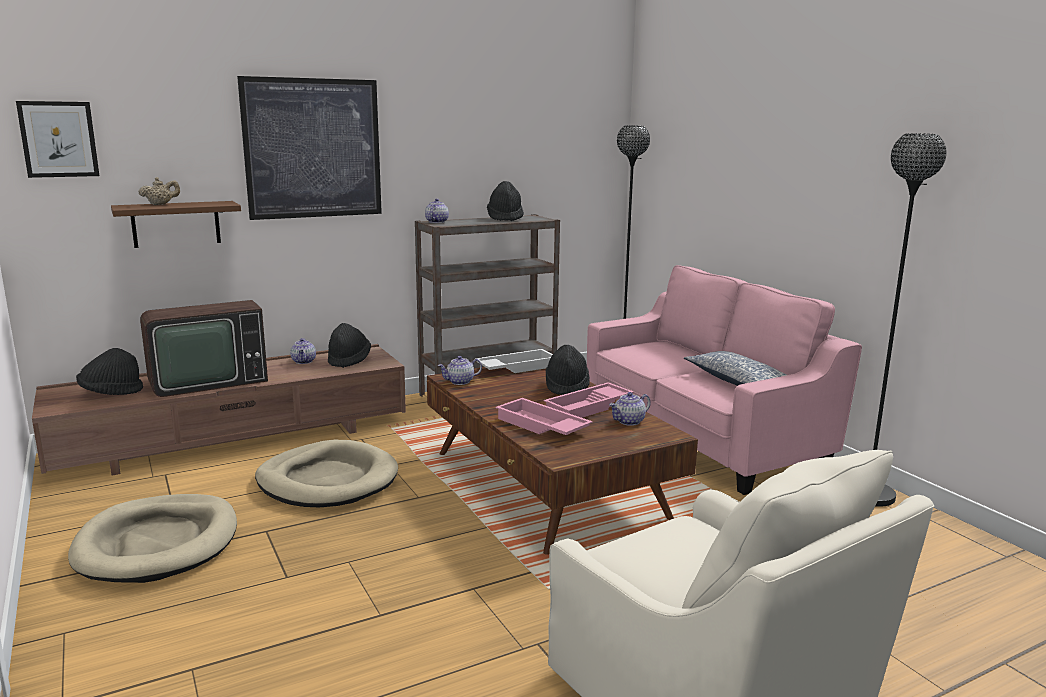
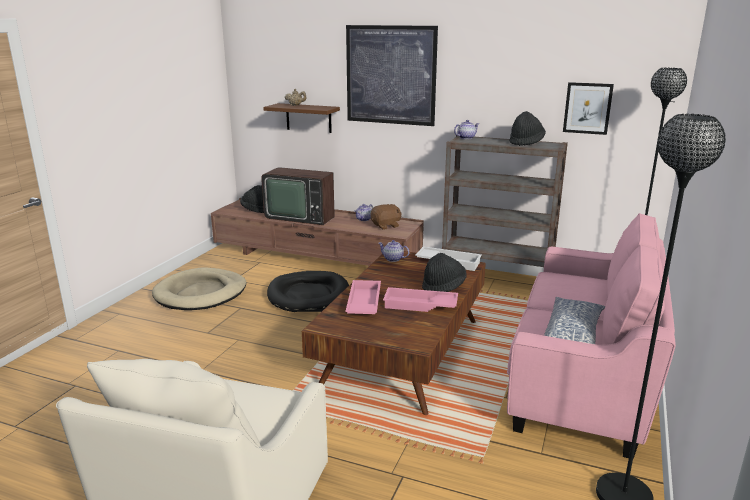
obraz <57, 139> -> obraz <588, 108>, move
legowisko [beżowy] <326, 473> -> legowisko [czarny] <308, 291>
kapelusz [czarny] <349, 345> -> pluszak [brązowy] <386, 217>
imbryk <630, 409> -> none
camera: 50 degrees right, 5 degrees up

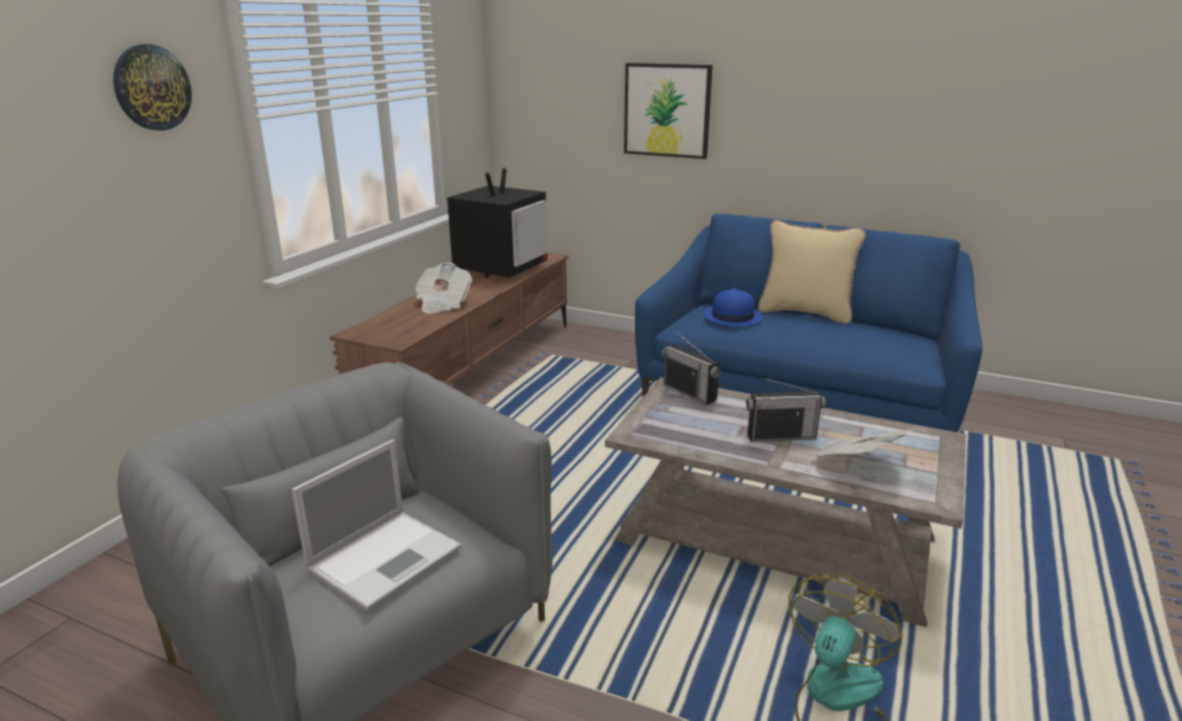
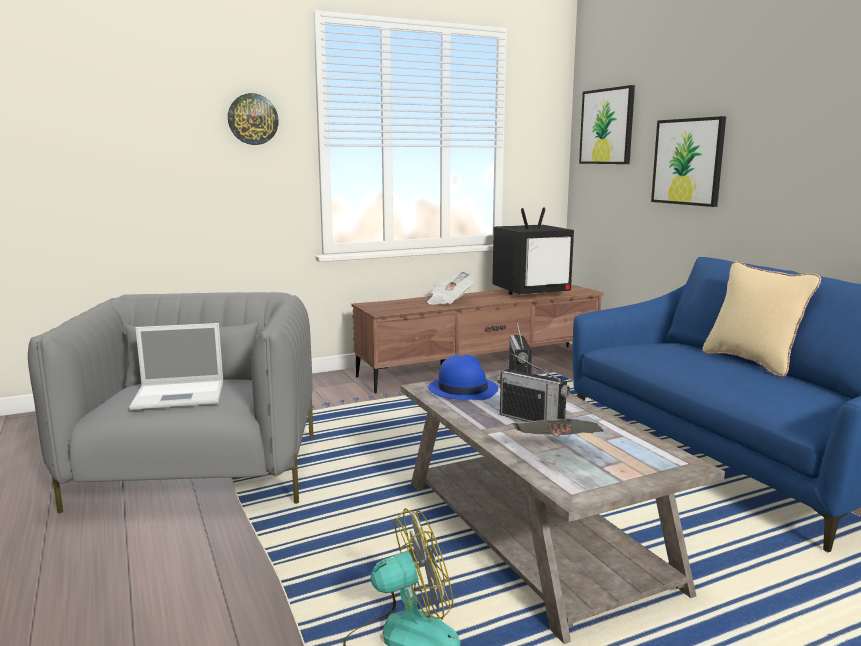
kapelusz [niebieski] <733, 307> -> kapelusz [niebieski] <463, 377>, move
none -> obraz <607, 124>
camera: 40 degrees right, 10 degrees down

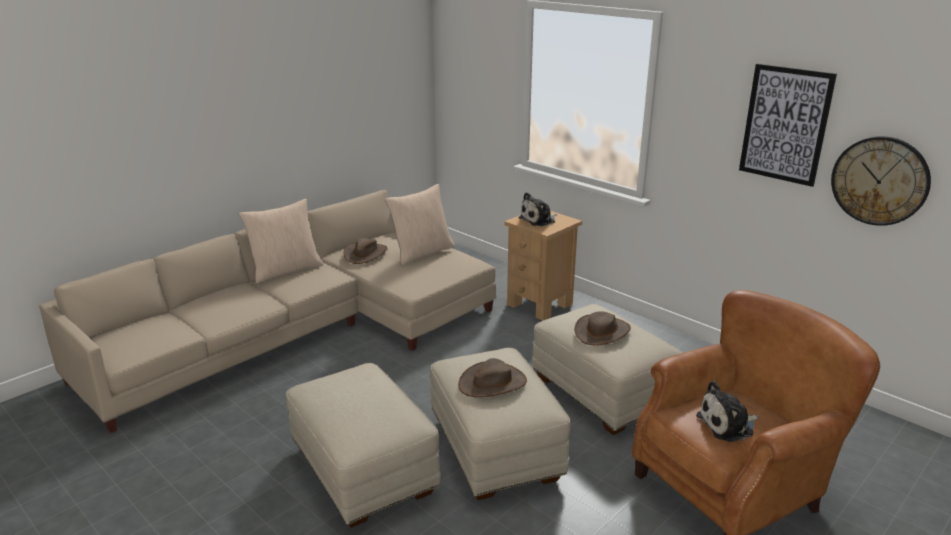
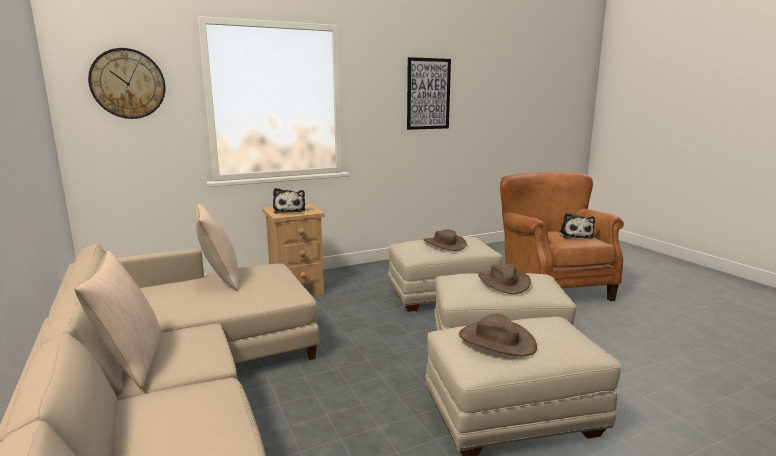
kapelusz [brązowy] <366, 251> -> kapelusz [brązowy] <498, 335>, move
zegar ścienny <881, 181> -> zegar ścienny <127, 83>, move
camera: 70 degrees left, 10 degrees down

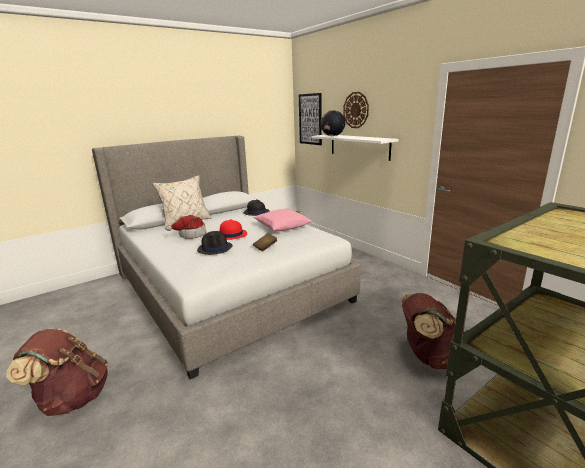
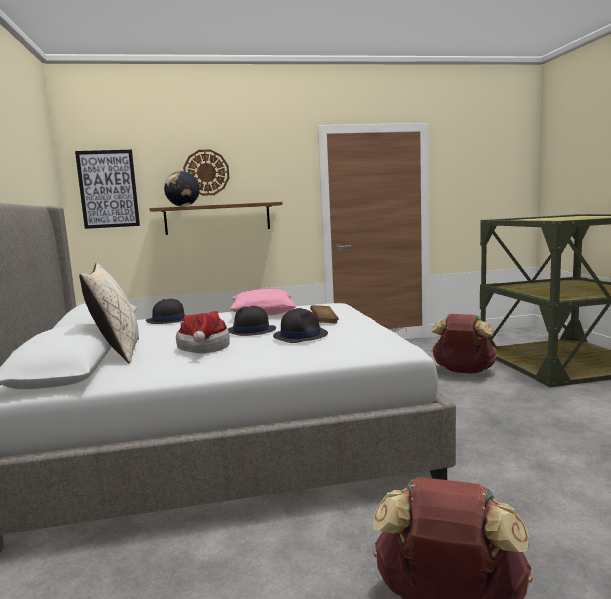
kapelusz [czerwony] <233, 229> -> kapelusz [czarny] <252, 321>
półka [biały] <354, 148> -> półka [brązowy] <215, 218>
camera: 65 degrees left, 10 degrees down

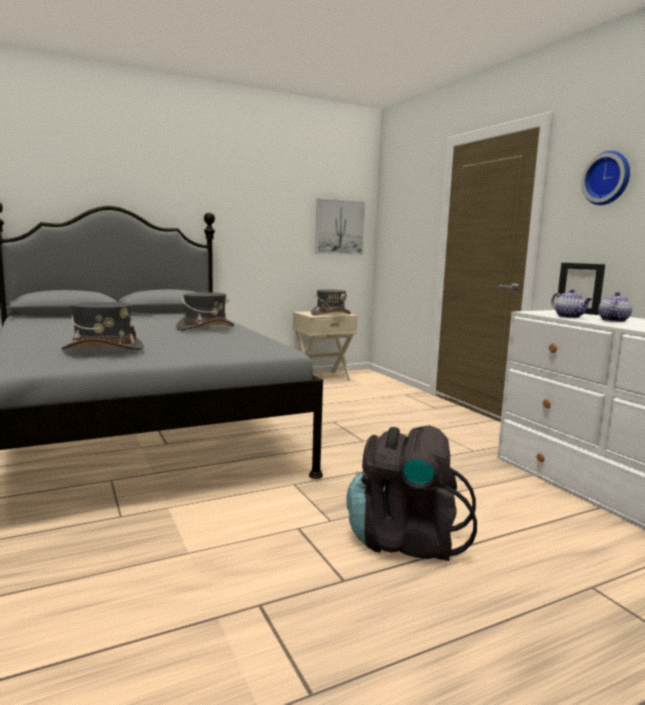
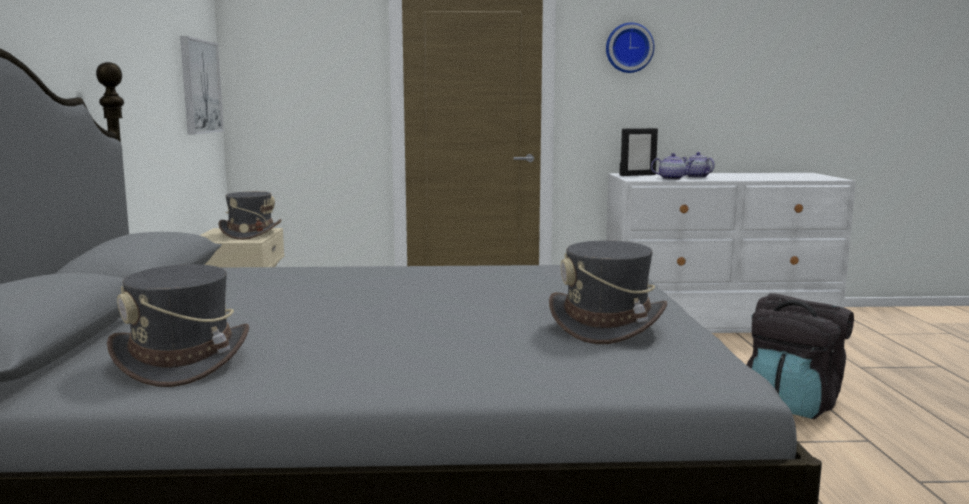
kapelusz [szary] <205, 311> -> kapelusz [szary] <178, 325>, move
camera: 65 degrees left, 0 degrees up

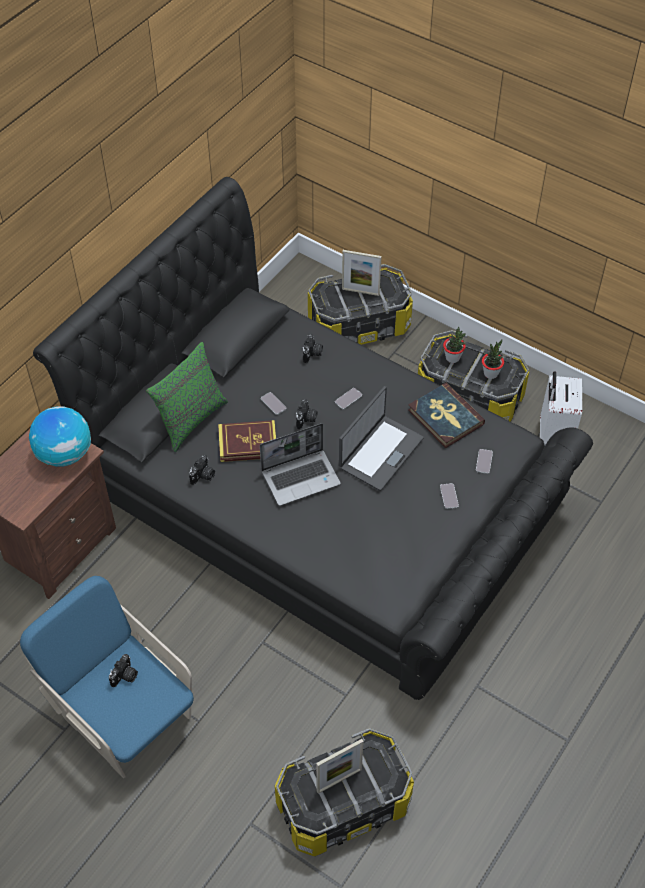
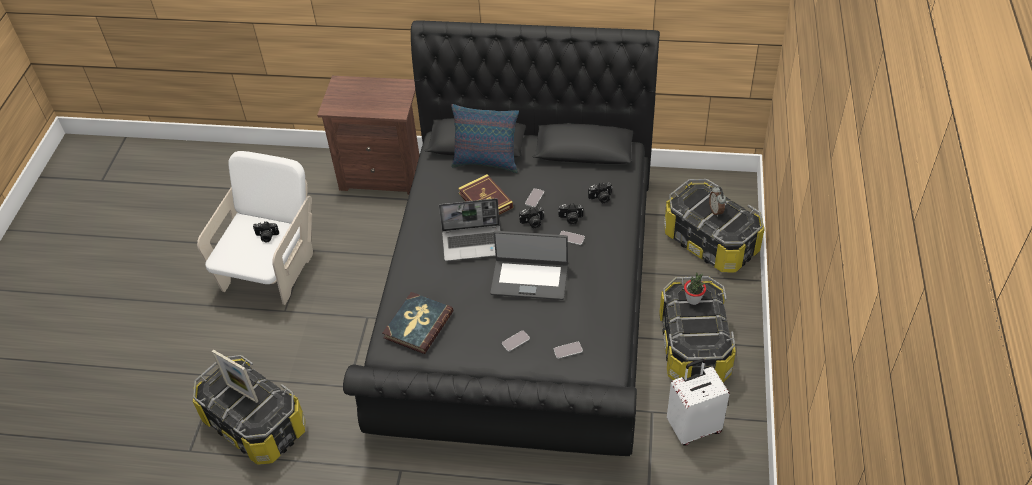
fotel [niebieski] <107, 677> -> fotel [biały] <255, 228>
globus <60, 436> -> none
poduszka [zielony] <187, 397> -> poduszka [niebieski] <485, 138>
aparat fotograficzny <202, 470> -> aparat fotograficzny <571, 214>, move
laptop <300, 464> -> laptop <470, 229>, 45 degrees counterclockwise
ramka na zdjęcie <362, 273> -> budzik <717, 201>
książka <446, 415> -> książka <417, 323>, move
roślina doniczkowa <493, 359> -> none
camera: 65 degrees right, 5 degrees down

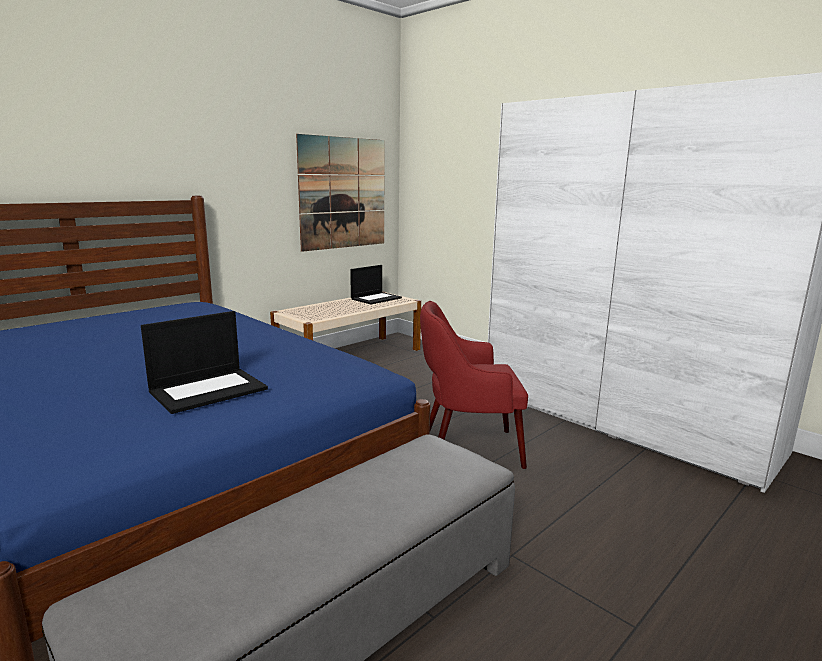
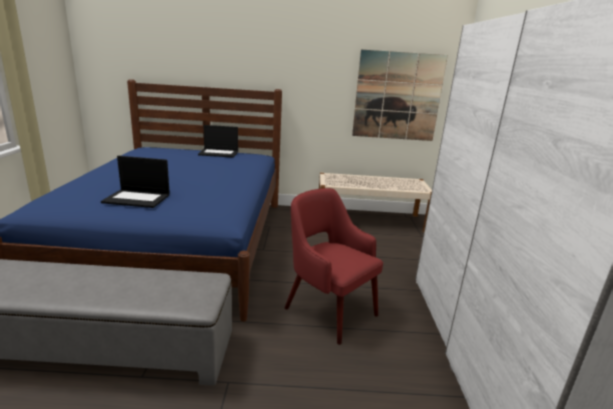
laptop <376, 284> -> laptop <218, 141>, move
camera: 45 degrees right, 5 degrees up

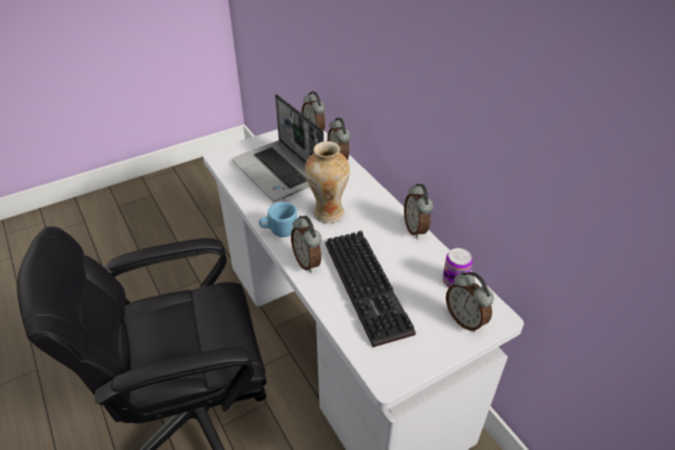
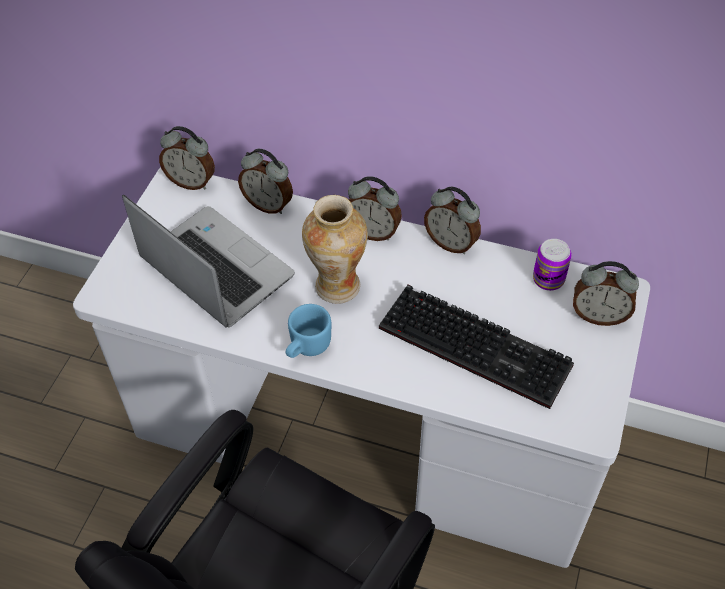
laptop <278, 148> -> laptop <208, 261>, 150 degrees counterclockwise
budzik <306, 244> -> budzik <375, 208>, move
camera: 40 degrees left, 10 degrees up

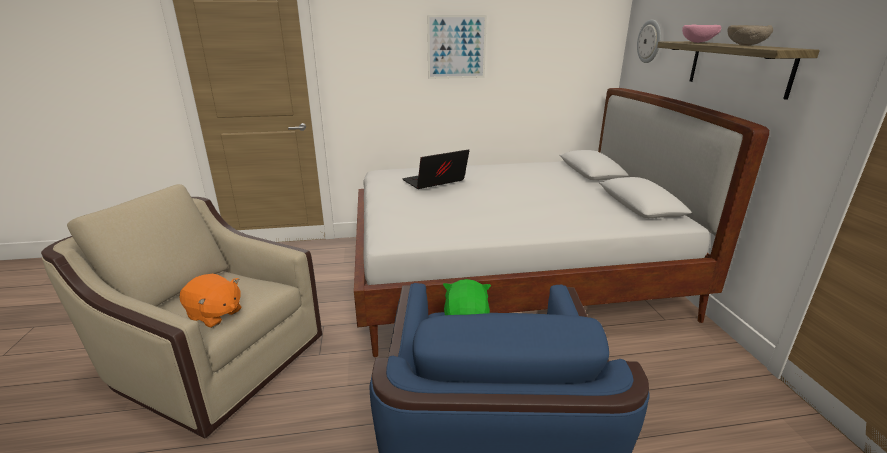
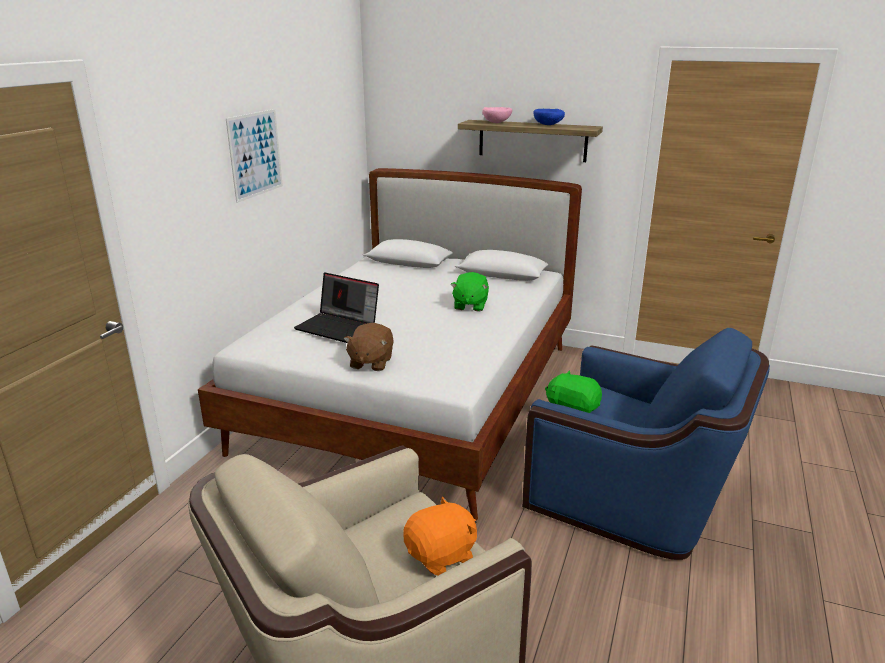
laptop <435, 169> -> laptop <336, 307>, 60 degrees counterclockwise
zegar ścienny <649, 41> -> none
miska [beżowy] <750, 35> -> miska [niebieski] <549, 117>
none -> pluszak [brązowy] <369, 347>
none -> pluszak [zielony] <469, 292>
camera: 60 degrees left, 0 degrees up

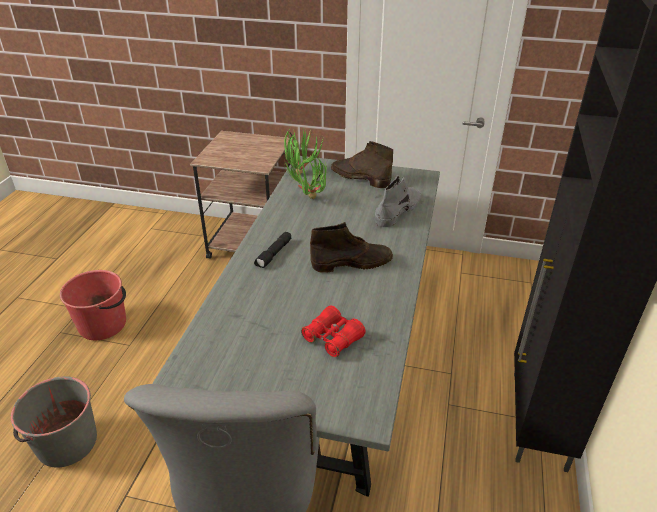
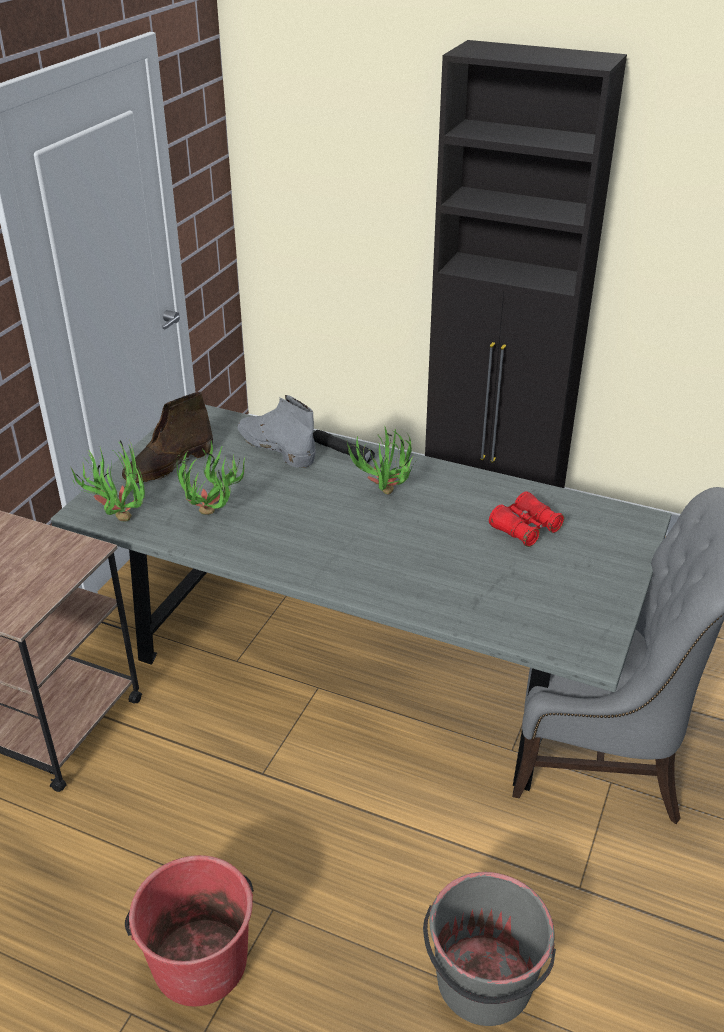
latarka [czarny] <272, 250> -> latarka [czarny] <344, 446>, move
but z cholewką [brązowy] <351, 247> -> roślina doniczkowa <380, 460>
camera: 80 degrees left, 0 degrees up

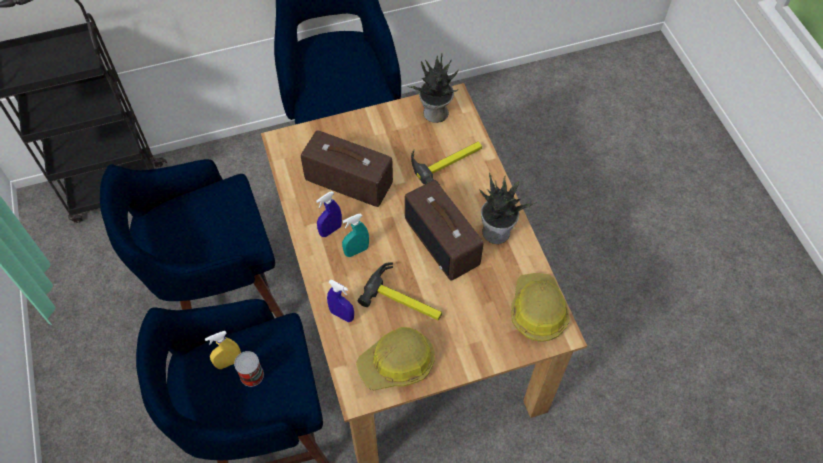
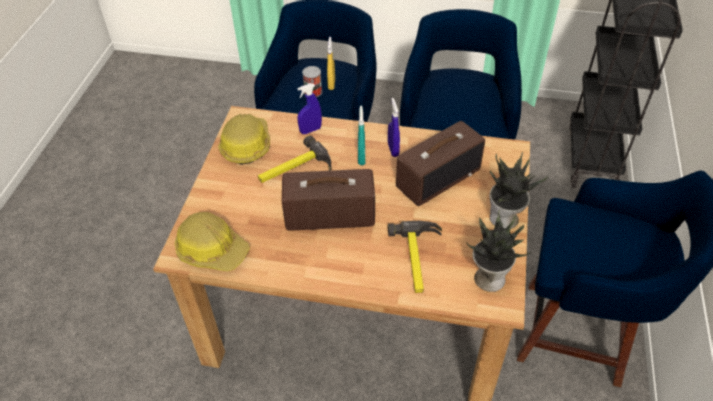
roślina doniczkowa <508, 208> -> roślina doniczkowa <518, 190>, move
camera: 120 degrees right, 10 degrees down

